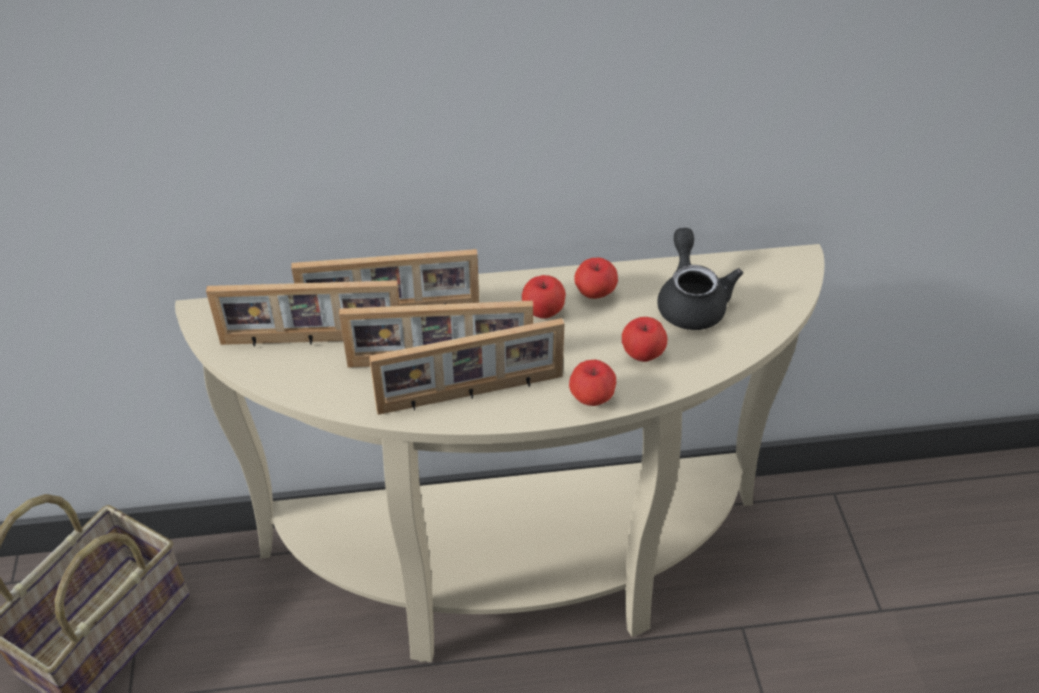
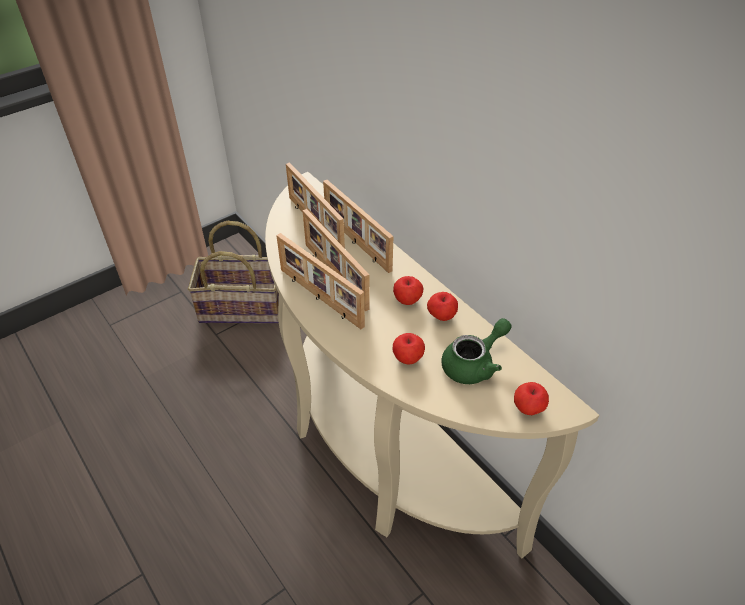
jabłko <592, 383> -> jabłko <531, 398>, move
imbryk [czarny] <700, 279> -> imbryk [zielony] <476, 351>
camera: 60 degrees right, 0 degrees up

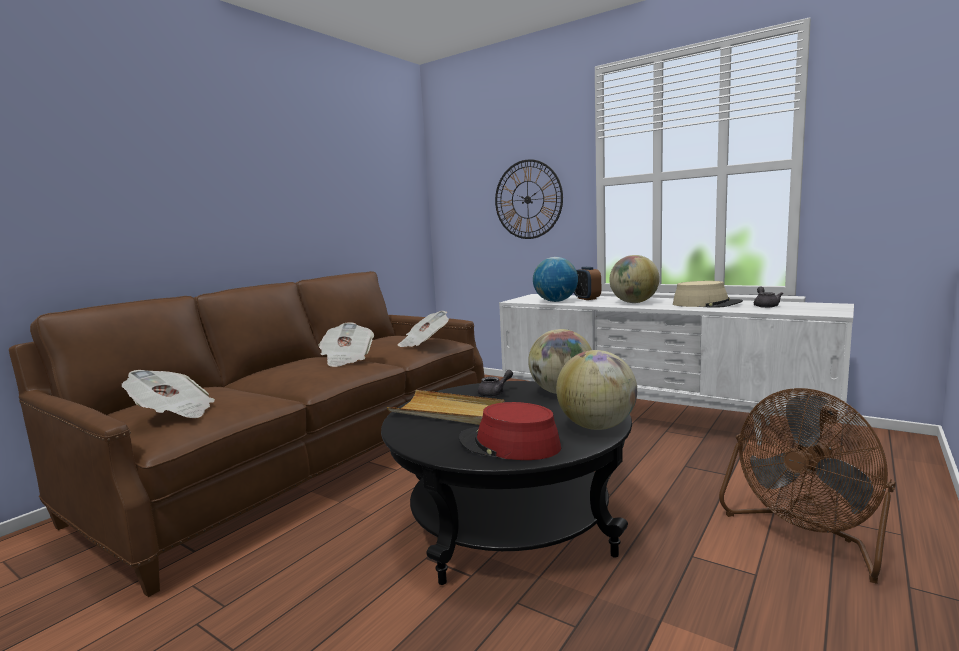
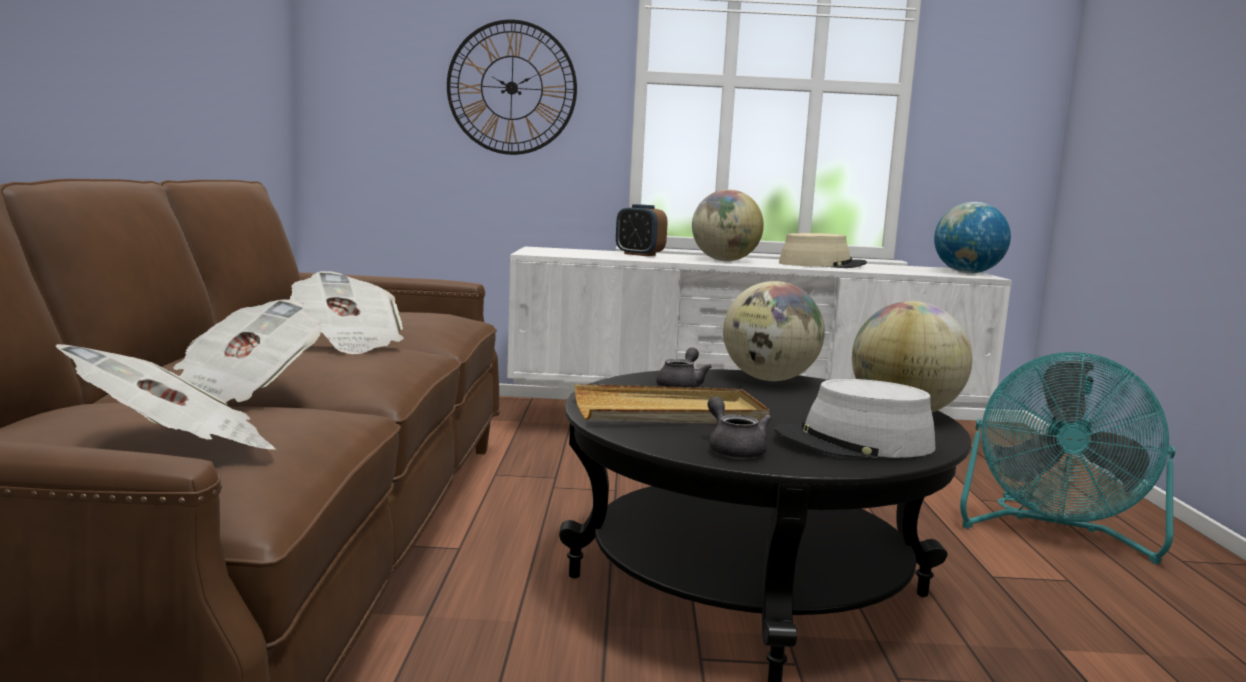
gazeta <423, 329> -> gazeta <247, 350>, move
kapelusz [czerwony] <510, 431> -> kapelusz [szary] <854, 419>
globus <555, 279> -> globus <972, 237>, move
wentylator [brązowy] <807, 486> -> wentylator [turkusowy] <1067, 458>
imbryk [szary] <768, 297> -> imbryk [szary] <740, 427>, move
camera: 35 degrees left, 0 degrees up

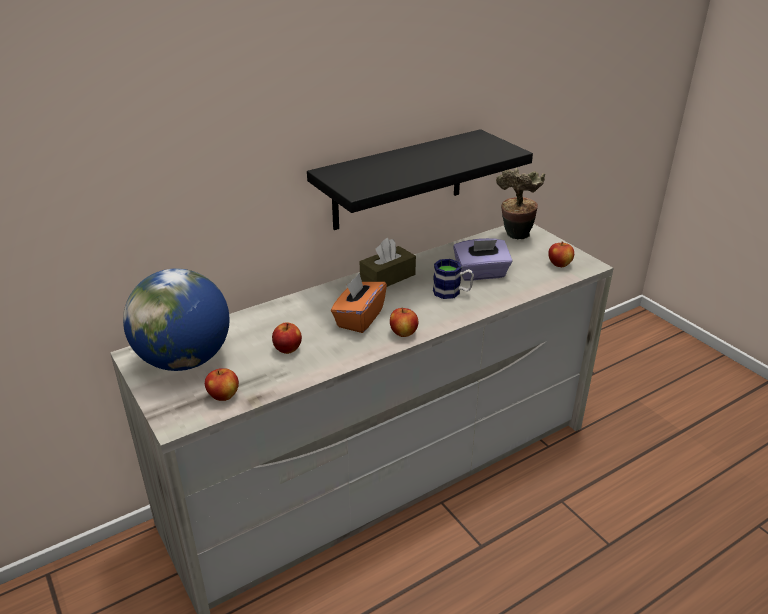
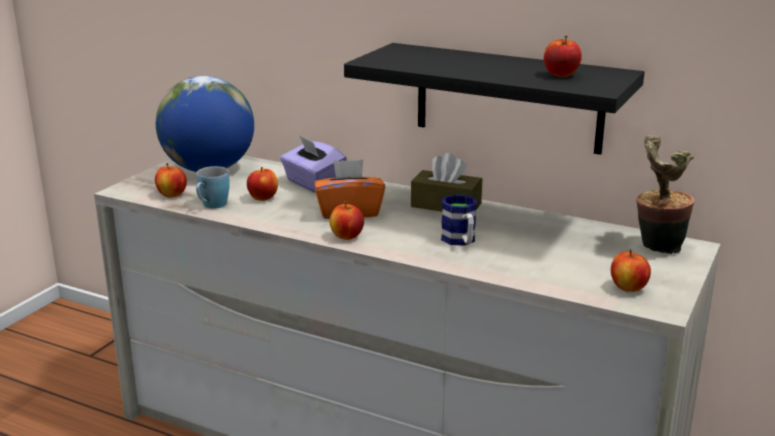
pudełko chusteczek [fioletowy] <482, 259> -> pudełko chusteczek [fioletowy] <313, 164>, move
none -> kubek [niebieski] <213, 187>
none -> jabłko <563, 56>
camera: 60 degrees right, 10 degrees down

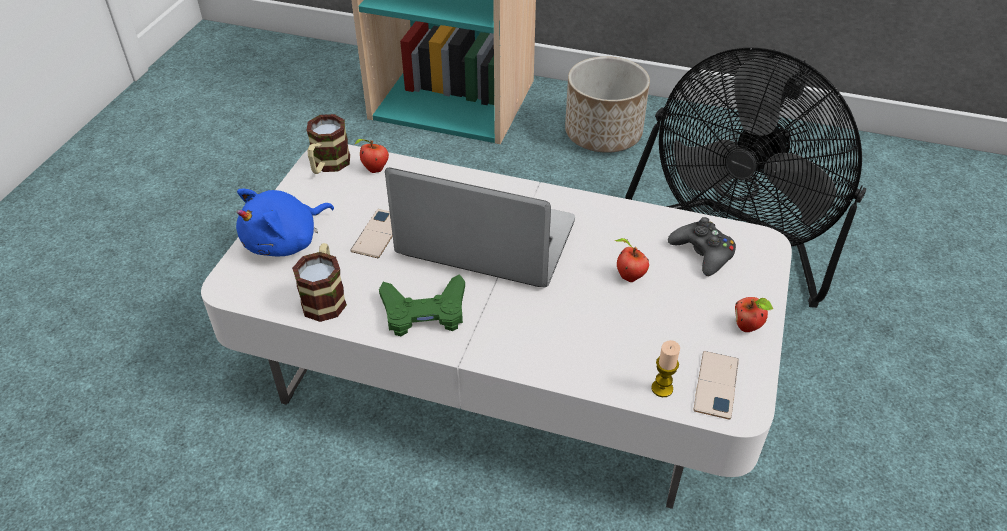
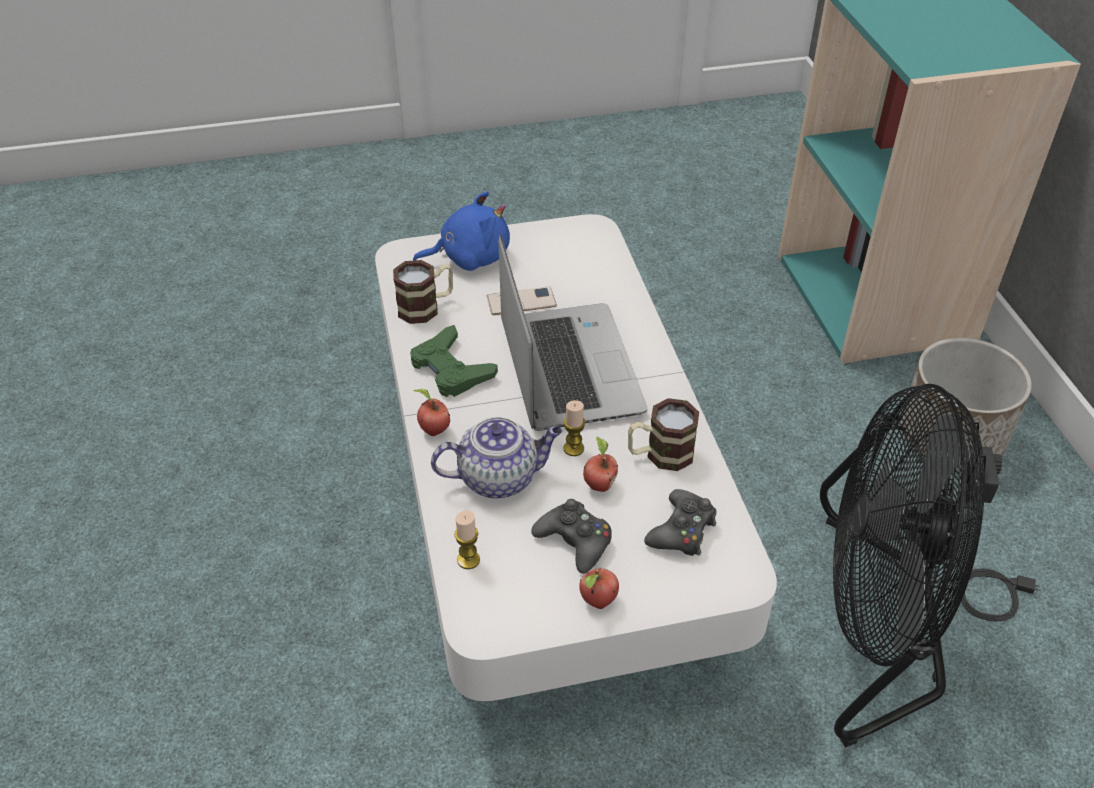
pluszak [niebieski] <285, 222> -> pluszak [niebieski] <461, 231>, 150 degrees clockwise
kubek <328, 144> -> kubek <663, 434>, move
jabłko <372, 156> -> jabłko <431, 412>, move
telefon <716, 385> -> none
none -> imbryk <496, 458>
none -> pad do gier [czarny] <571, 536>
none -> świeca <574, 428>
camera: 60 degrees right, 0 degrees up

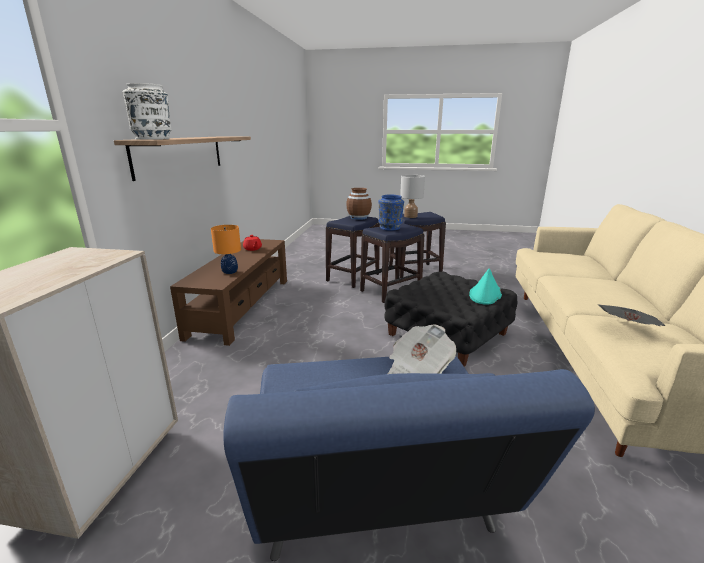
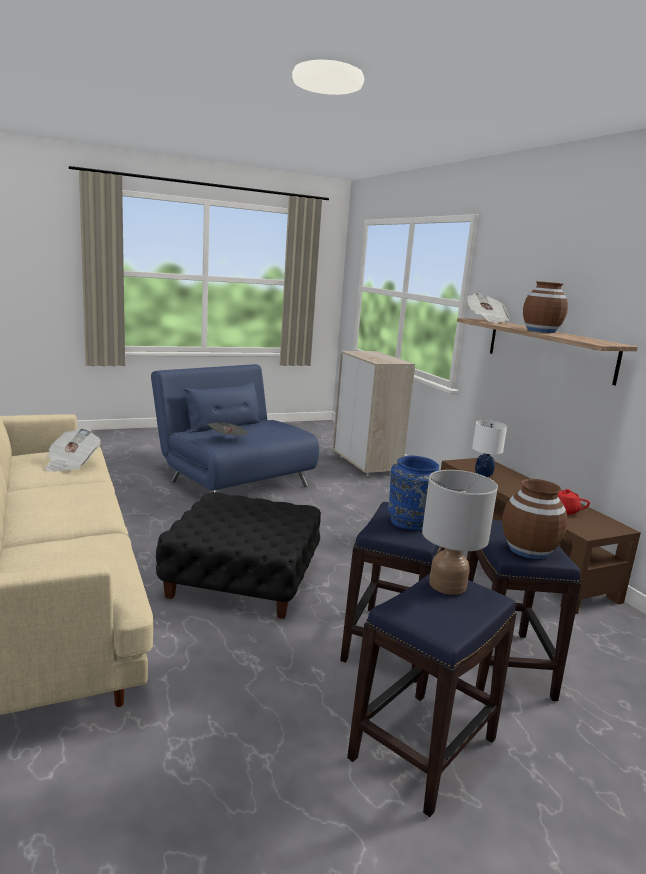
wazon [biały] <147, 111> -> gazeta <488, 308>
lampa stołowa [pomarańczowy] <226, 249> -> lampa stołowa [biały] <489, 448>
kapelusz [turkusowy] <485, 286> -> none
none -> wazon [brązowy] <545, 307>
camera: 145 degrees right, 5 degrees down

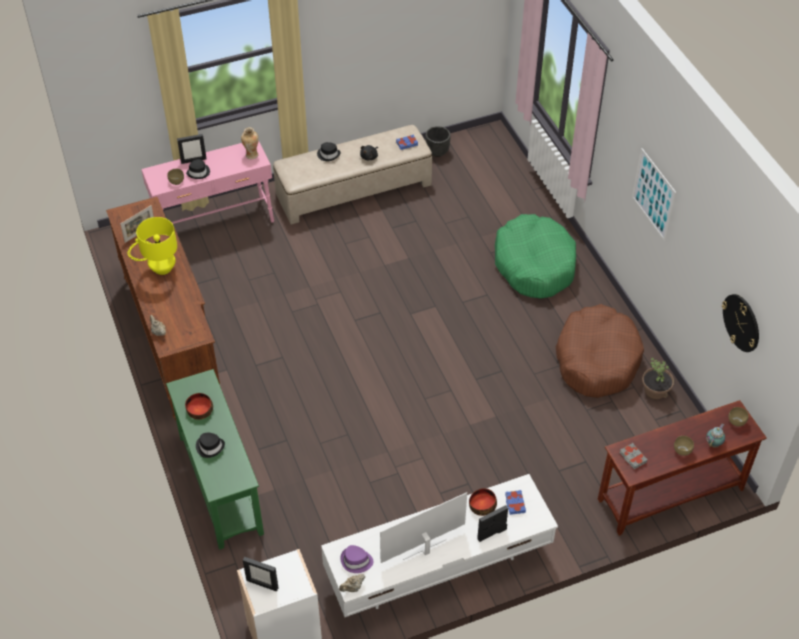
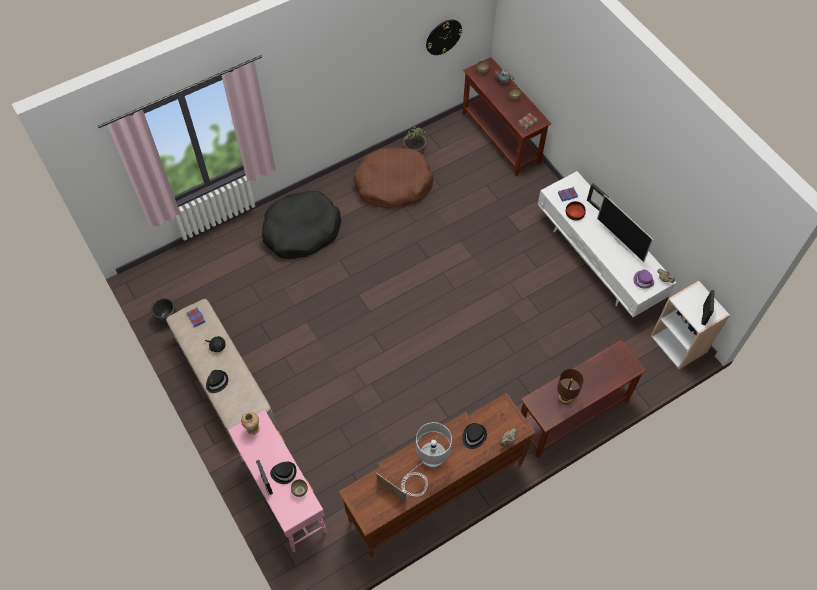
lampa stołowa [żółty] <152, 246> -> lampa stołowa [biały] <426, 459>
stolik konsolowy [zielony] <215, 459> -> stolik konsolowy [brązowy] <584, 399>
miska <199, 406> -> lampa stołowa [brązowy] <570, 386>
kapelusz [czarny] <210, 445> -> kapelusz [czarny] <474, 436>, move
legowisko [zielony] <535, 256> -> legowisko [czarny] <301, 225>
obraz <654, 195> -> none
camera: 100 degrees left, 10 degrees up

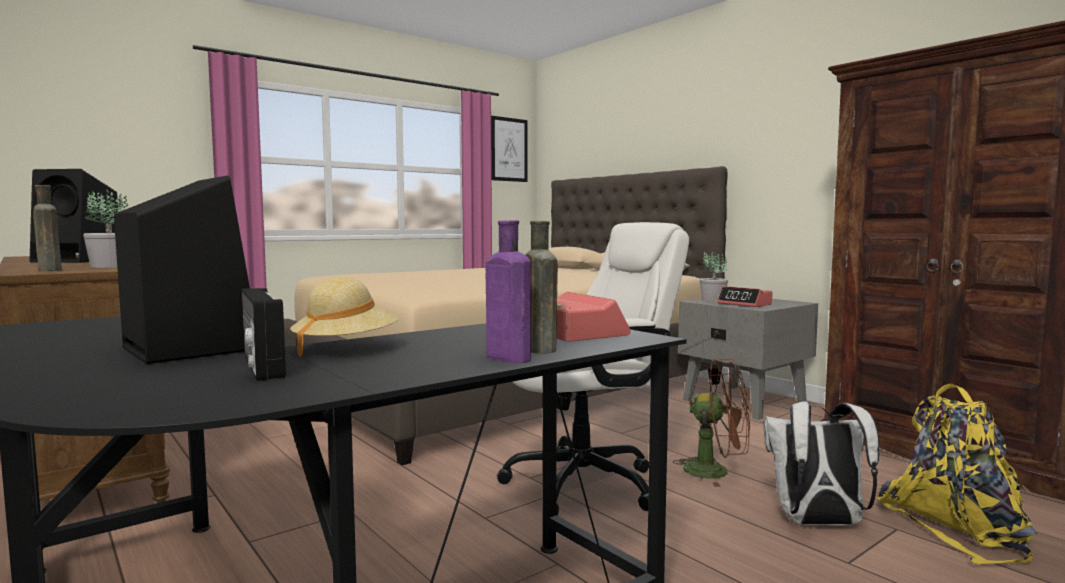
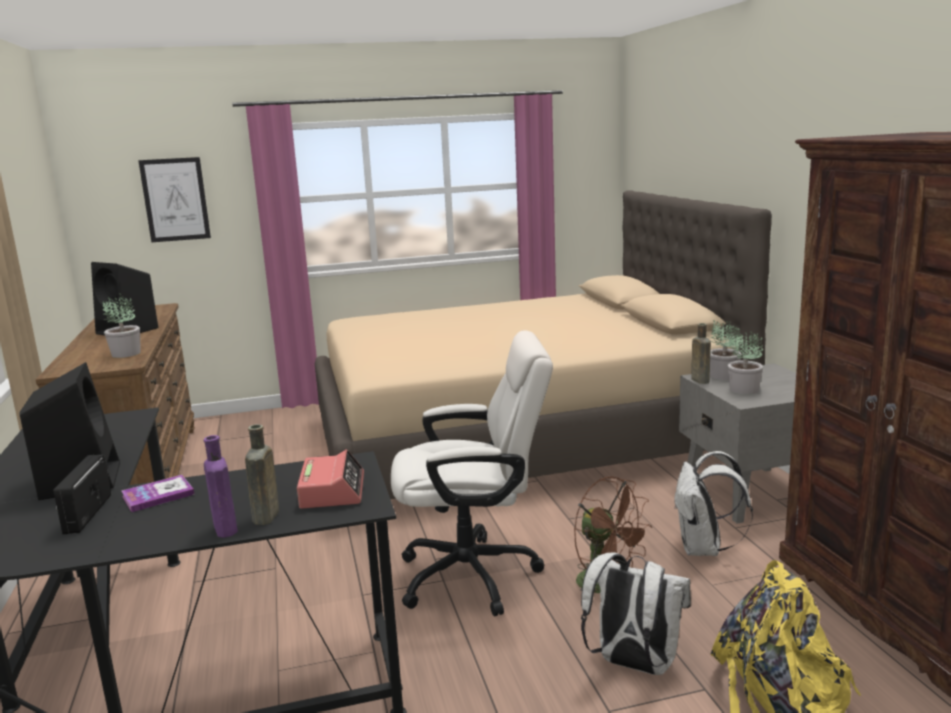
butelka [brązowy] <47, 228> -> butelka [brązowy] <701, 353>, move
kapelusz [beżowy] <344, 317> -> książka <158, 493>
obraz <509, 149> -> obraz <174, 199>, move
budzik <745, 296> -> roślina doniczkowa <745, 363>
none -> plecak [biały] <713, 503>
camera: 25 degrees right, 10 degrees up

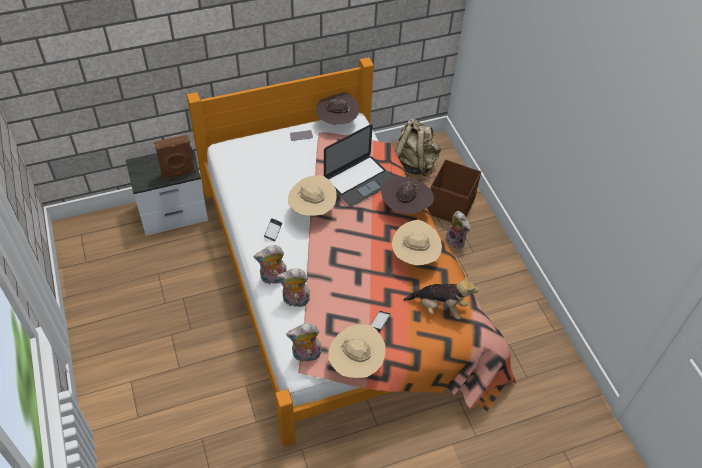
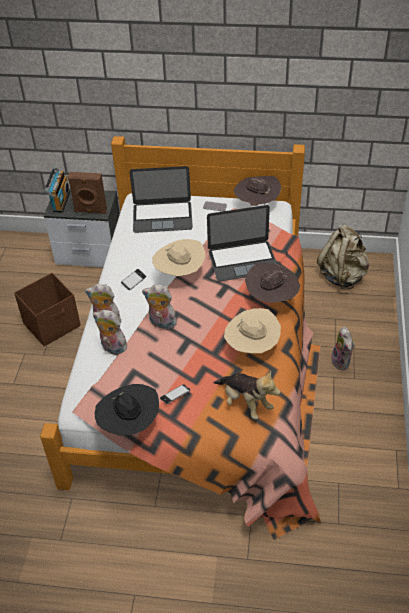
pluszak <303, 342> -> pluszak <161, 307>, move
kapelusz [beżowy] <356, 351> -> kapelusz [czarny] <127, 410>
pojemnik do przechowywania [brązowy] <454, 190> -> pojemnik do przechowywania [brązowy] <47, 309>, move
none -> radio <57, 190>
none -> laptop <161, 199>
camera: 30 degrees right, 5 degrees down

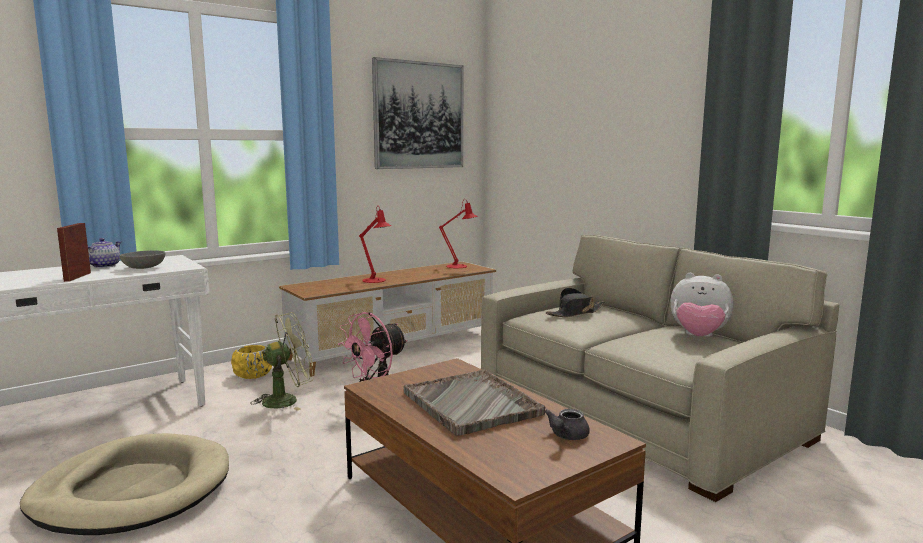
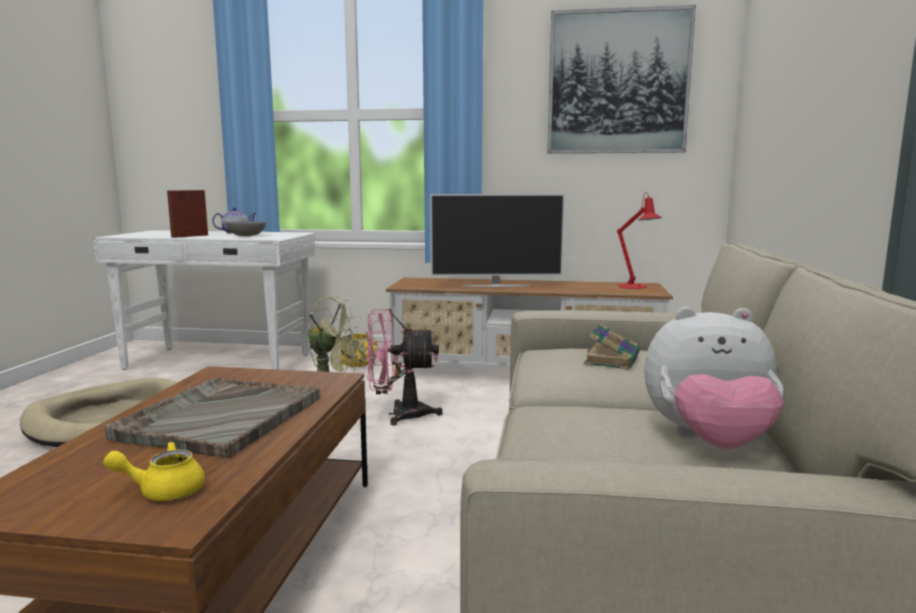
lampa stołowa [czerwony] <375, 245> -> telewizor <497, 240>
imbryk [szary] <567, 424> -> imbryk [żółty] <154, 471>
kapelusz [czarny] <575, 302> -> książka <611, 346>
pluszak <702, 305> -> pluszak <714, 378>, 60 degrees counterclockwise
camera: 45 degrees right, 0 degrees up

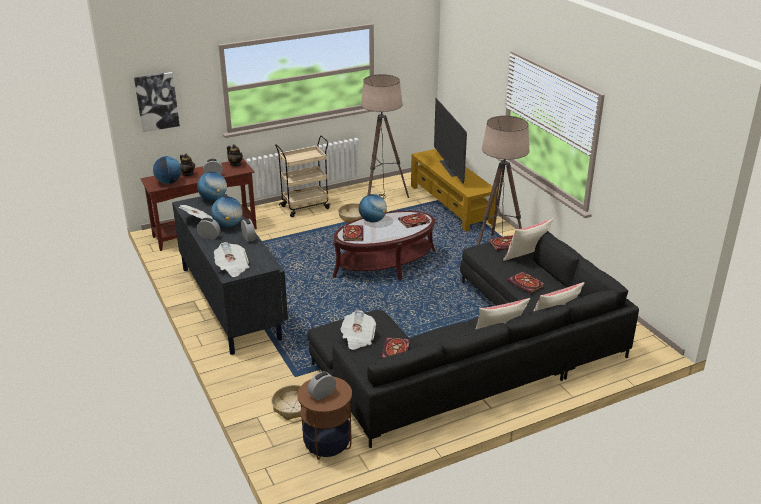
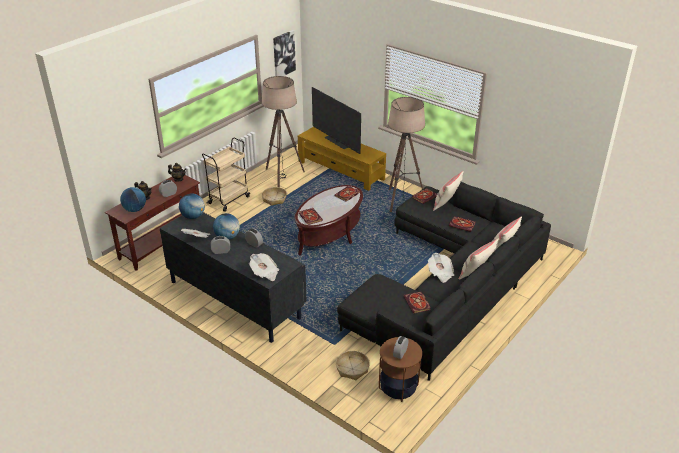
obraz <157, 102> -> obraz <284, 53>, move
gazeta <358, 330> -> gazeta <441, 268>, move
globus <373, 208> -> none
camera: 25 degrees left, 5 degrees up

